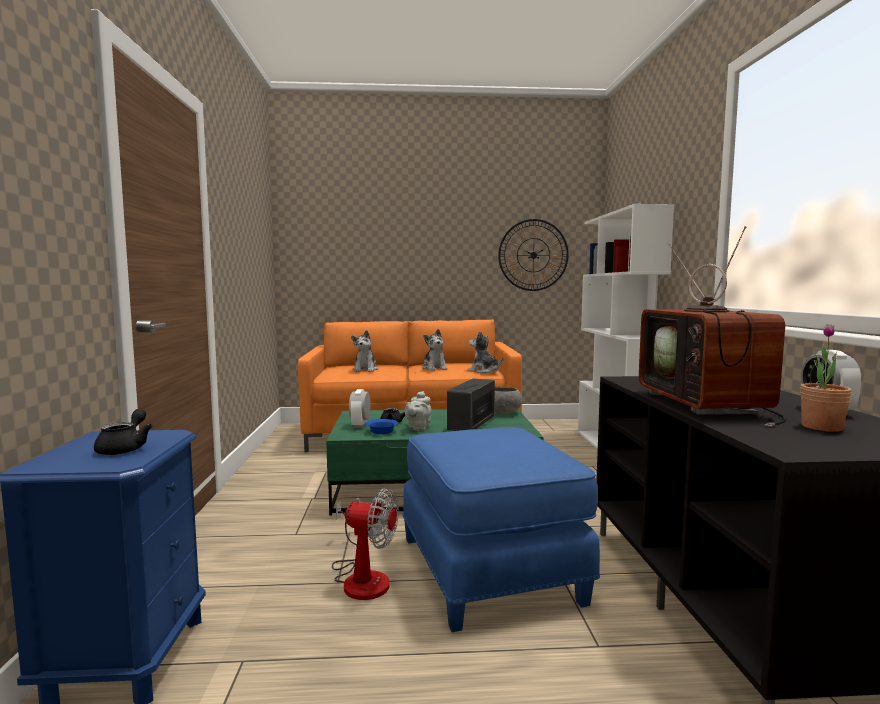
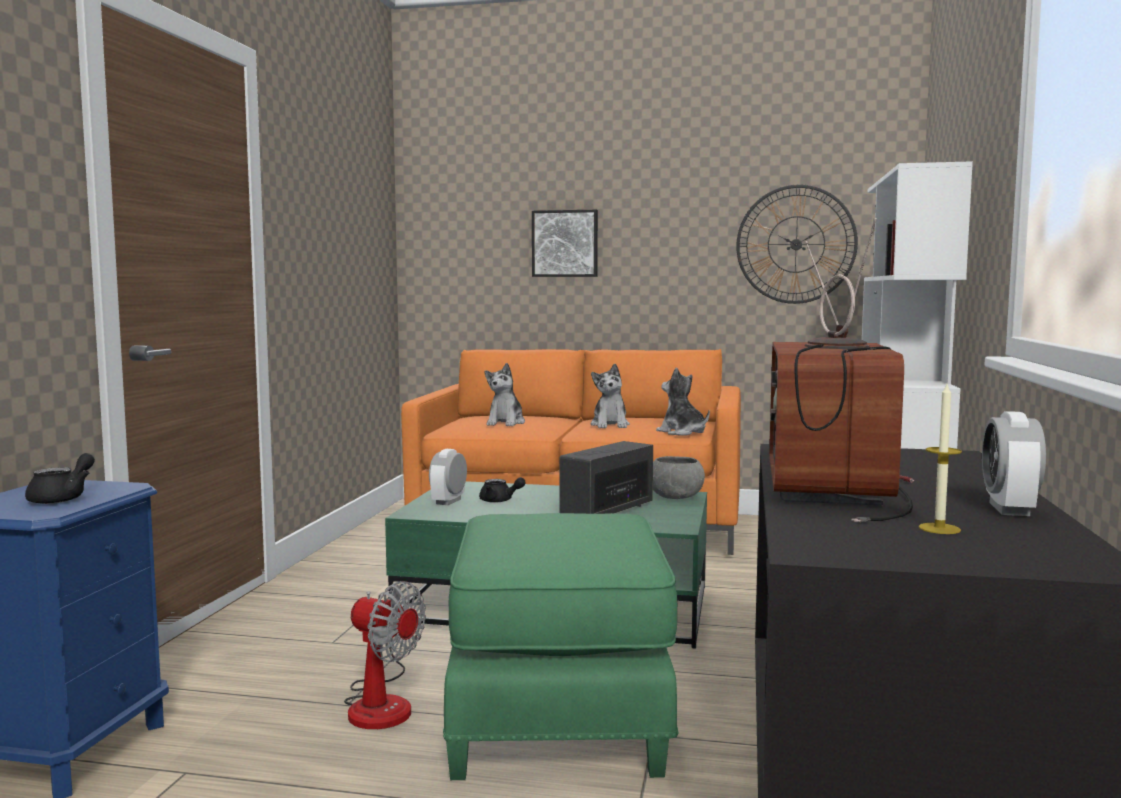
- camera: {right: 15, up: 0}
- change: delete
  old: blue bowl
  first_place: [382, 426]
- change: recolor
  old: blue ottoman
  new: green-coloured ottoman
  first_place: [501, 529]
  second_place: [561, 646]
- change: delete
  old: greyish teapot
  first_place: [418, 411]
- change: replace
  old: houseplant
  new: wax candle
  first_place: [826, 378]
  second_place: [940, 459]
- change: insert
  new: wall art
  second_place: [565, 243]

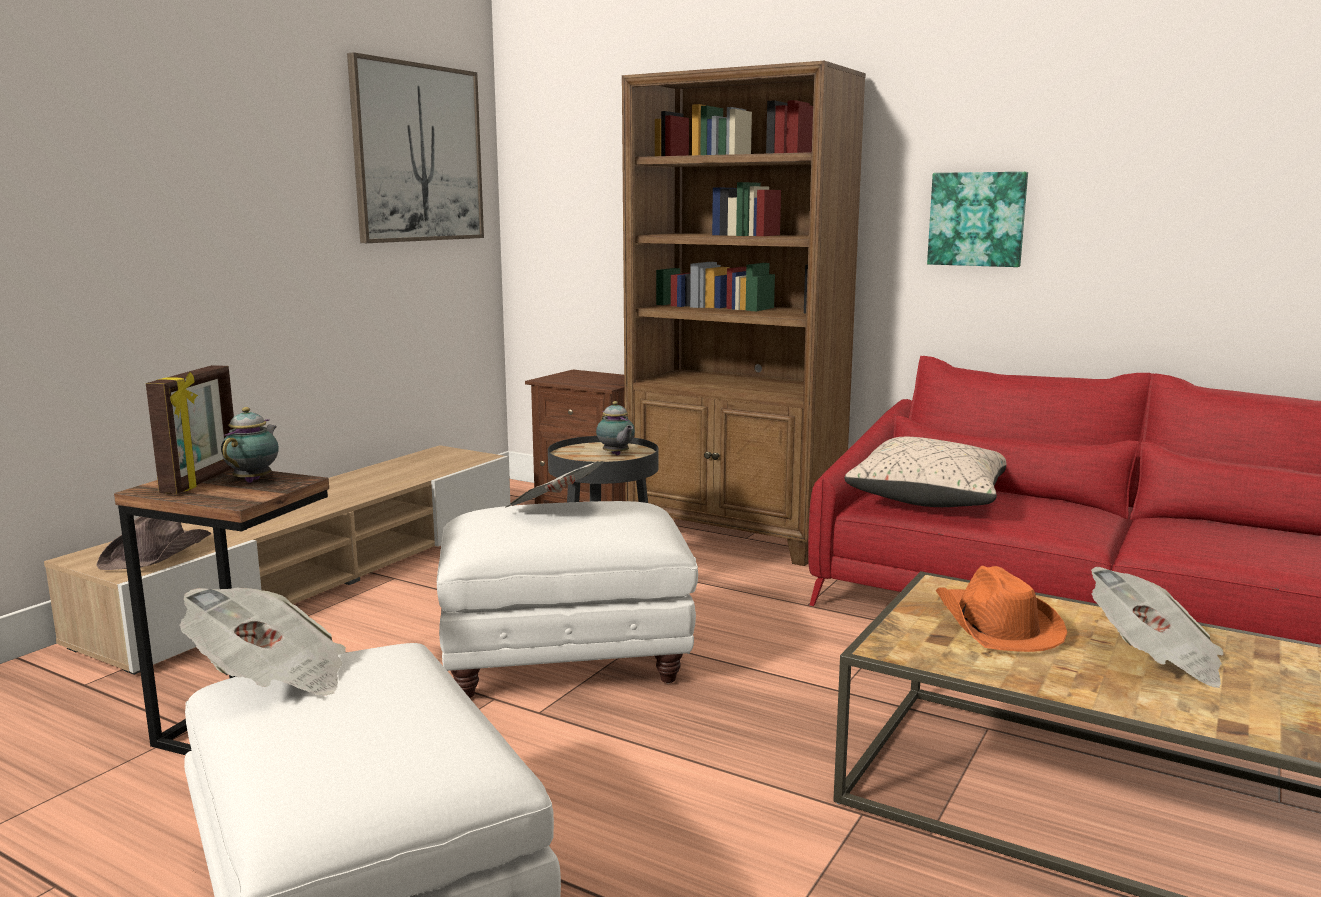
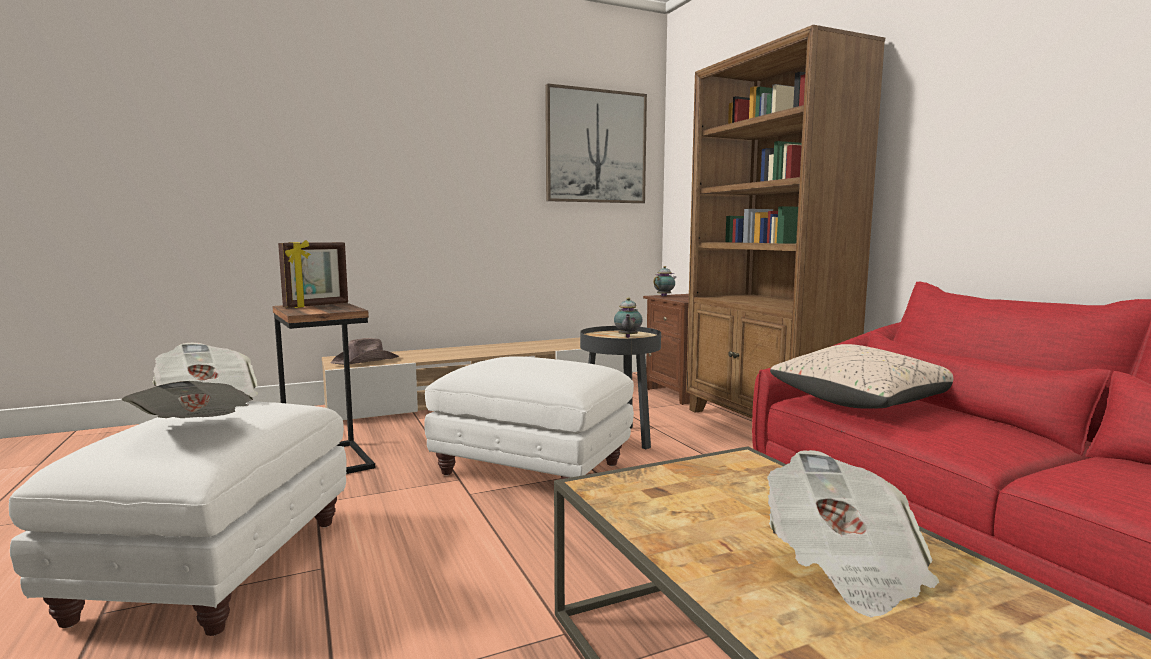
- camera: {right: 35, up: -5}
- change: move
  old: teapot
  first_place: [250, 445]
  second_place: [664, 281]
- change: move
  old: newspaper
  first_place: [555, 484]
  second_place: [187, 399]
- change: delete
  old: wall art
  first_place: [977, 219]
- change: delete
  old: orangey wearable hat
  first_place: [1001, 609]

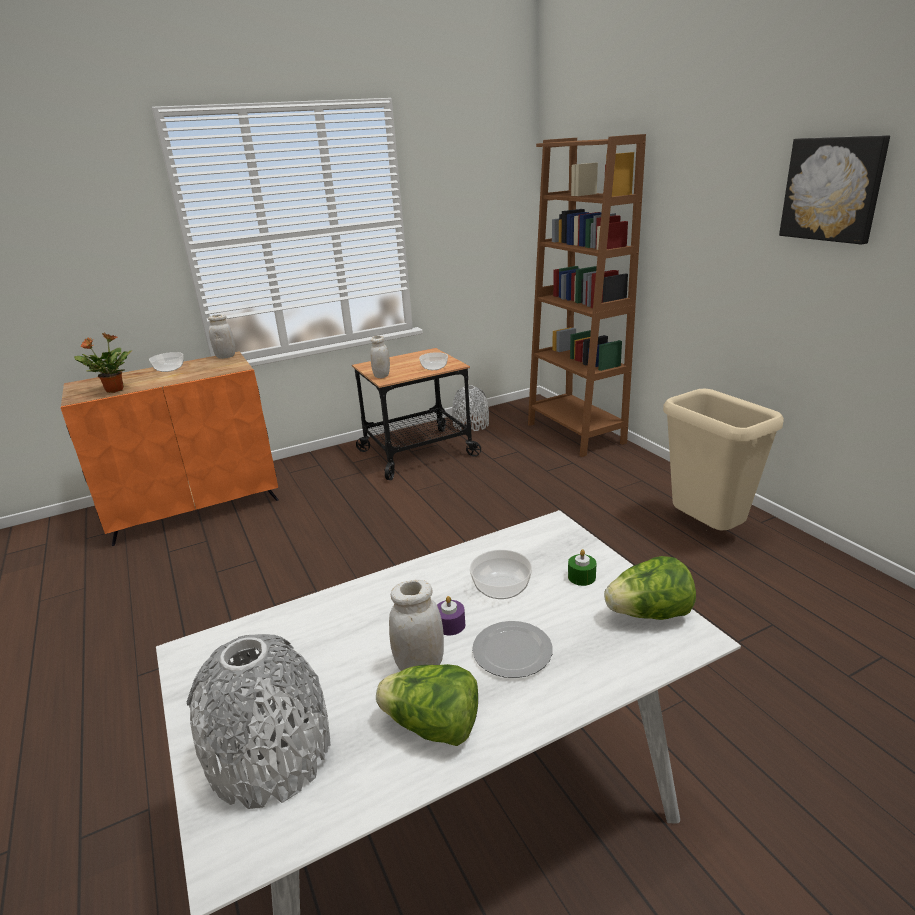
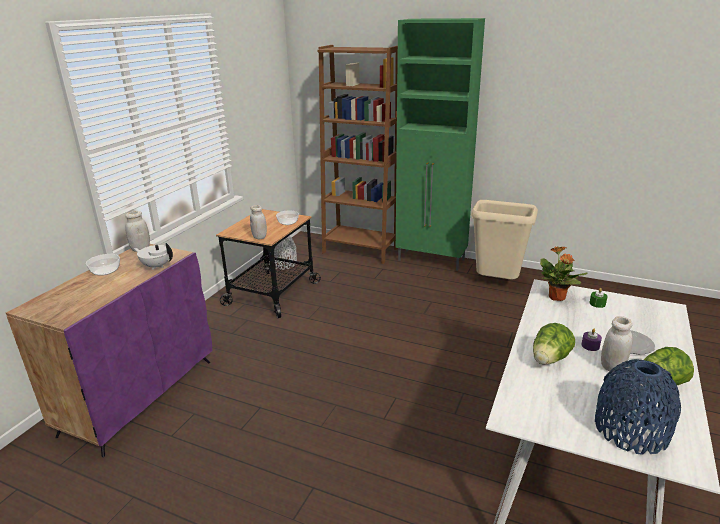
- camera: {right: -40, up: 0}
- change: recolor
  old: orangey storage cabinet
  new: purple-coloured storage cabinet
  first_place: [170, 448]
  second_place: [109, 350]
- change: move
  old: houseplant
  first_place: [103, 362]
  second_place: [564, 273]
- change: recolor
  old: greyish vase
  new: blue vase
  first_place: [259, 721]
  second_place: [638, 407]
- change: delete
  old: bowl
  first_place: [501, 574]
- change: move
  old: lettuce
  first_place: [650, 588]
  second_place: [554, 344]
- change: delete
  old: wall art
  first_place: [834, 190]
- change: insert
  new: whitish teapot
  second_place: [153, 256]
- change: insert
  new: green-coloured storage cabinet
  second_place: [440, 144]

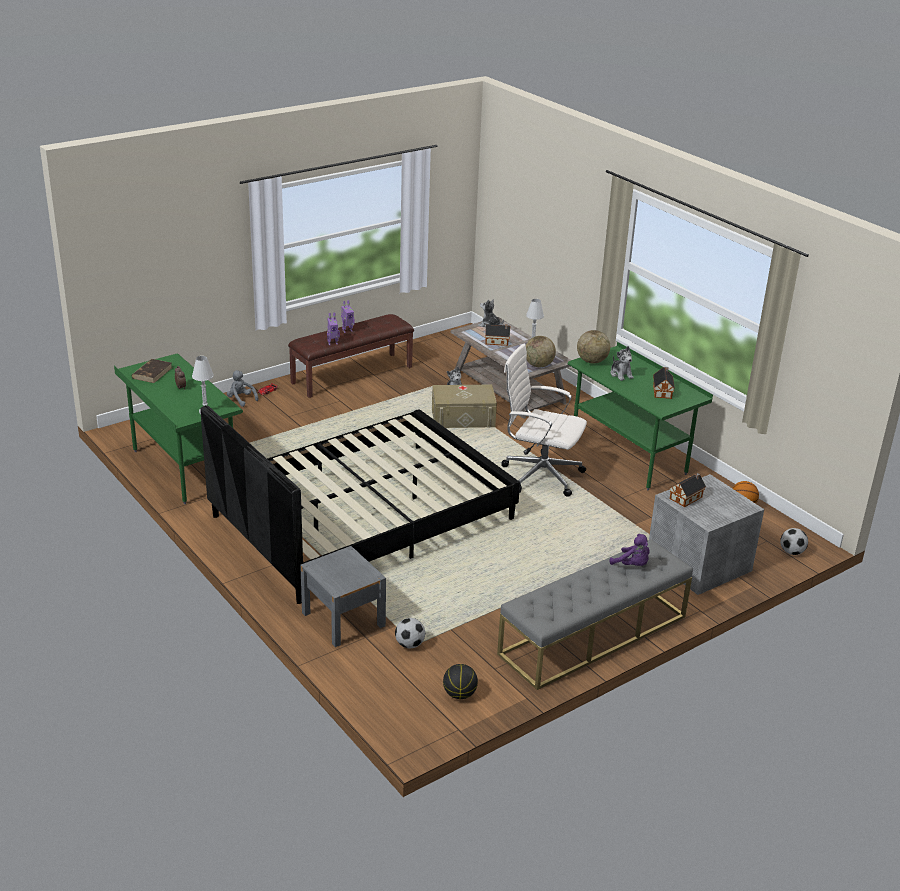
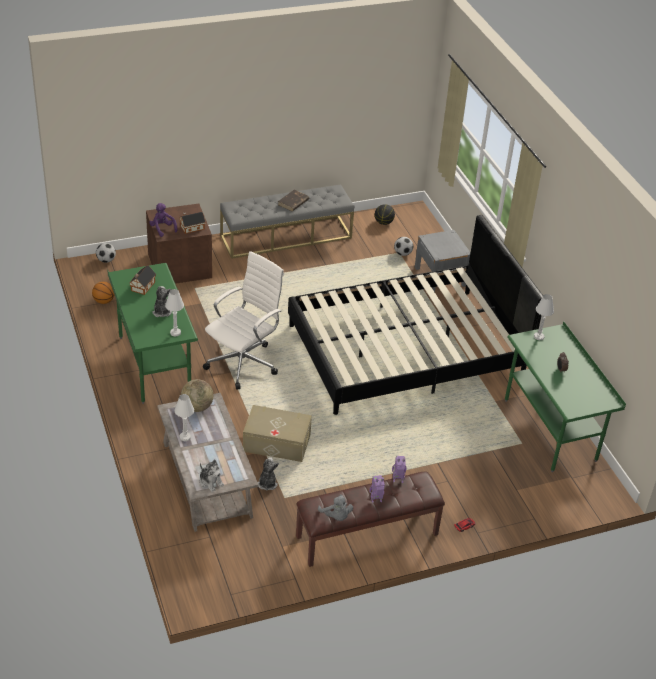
- camera: {right: -165, up: 10}
- change: move
  old: brown book
  first_place: [151, 371]
  second_place: [293, 200]
- change: move
  old: greyish cuddly toy
  first_place: [243, 388]
  second_place: [335, 507]
- change: delete
  old: miniature house
  first_place: [497, 335]
- change: rotate
  old: whitish office chair
  first_place: [544, 420]
  second_place: [243, 320]
  degrees: -90
- change: replace
  old: desk globe
  new: whitish lamp for a table
  first_place: [593, 347]
  second_place: [174, 312]
- change: move
  old: purple-coloured cuddly toy
  first_place: [630, 550]
  second_place: [163, 220]
- change: recolor
  old: greyish storage box
  new: brown storage box
  first_place: [706, 534]
  second_place: [179, 244]

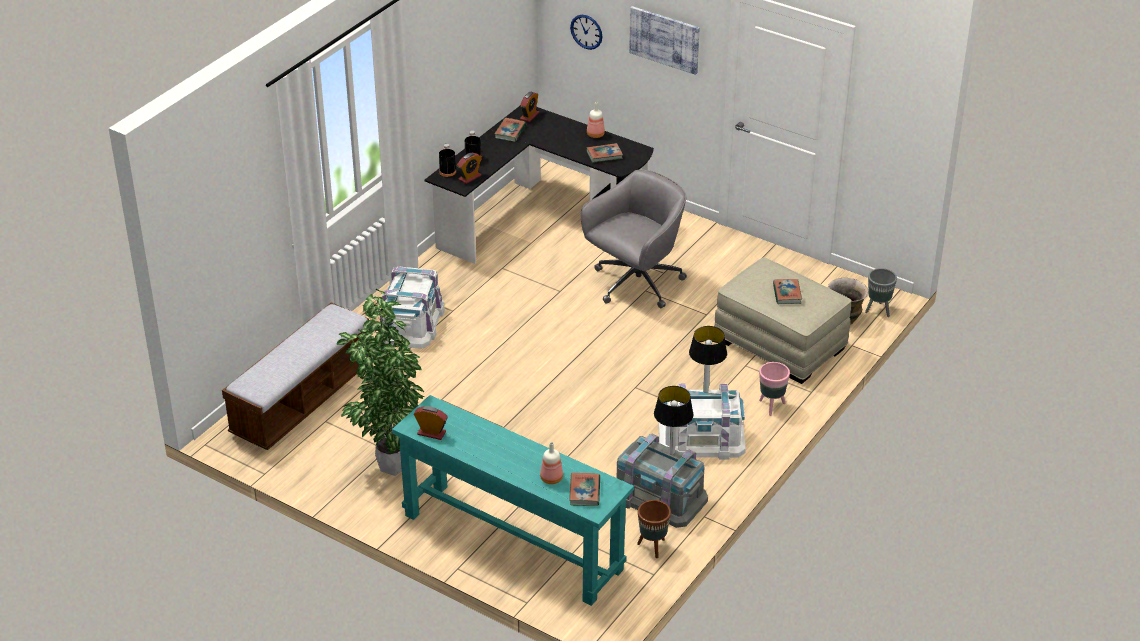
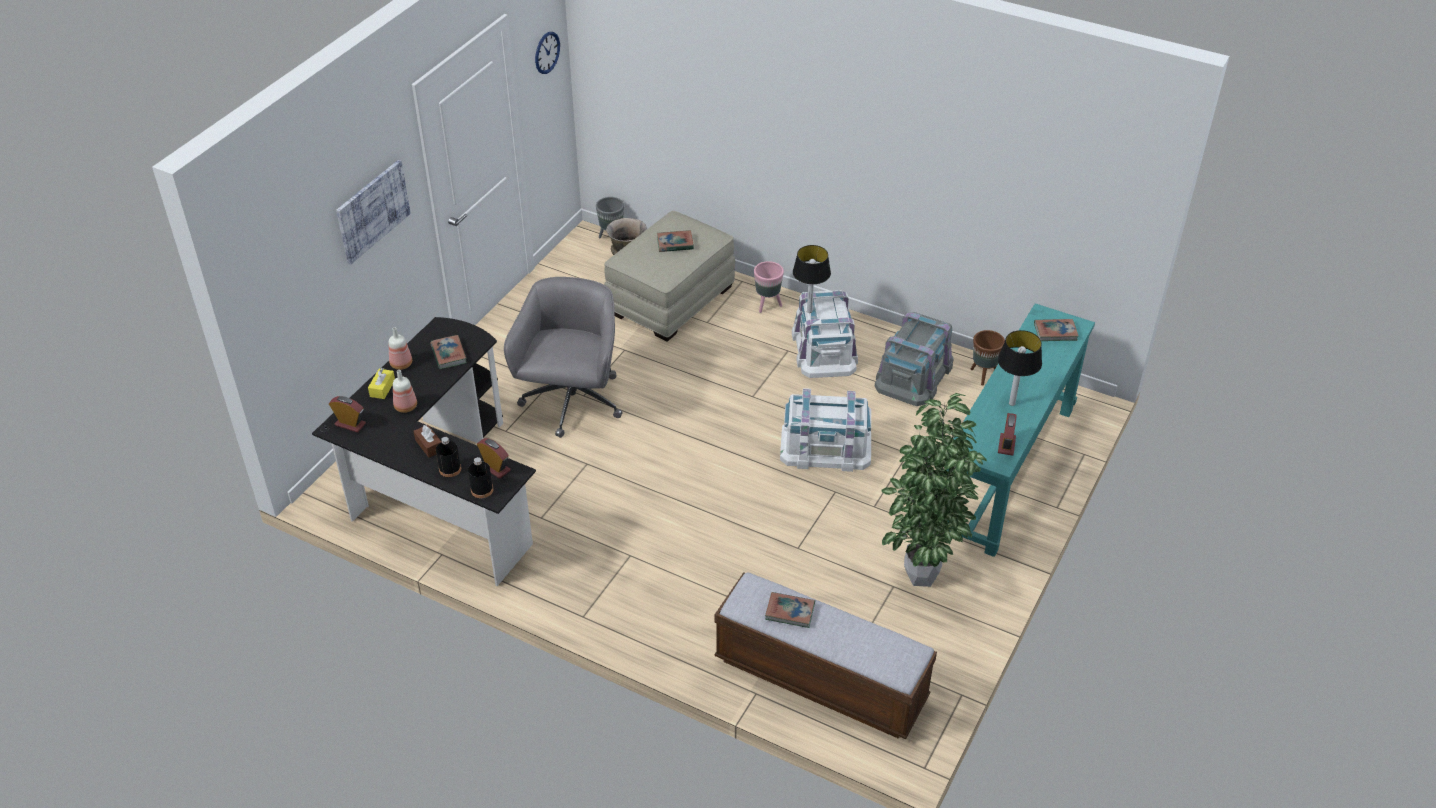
- camera: {right: -95, up: 5}
- change: move
  old: whitish storage box
  first_place: [412, 308]
  second_place: [825, 430]
- change: move
  old: book
  first_place: [510, 130]
  second_place: [790, 610]
- change: move
  old: beverage bottle
  first_place: [551, 463]
  second_place: [405, 391]
- change: move
  old: hanging clock
  first_place: [586, 32]
  second_place: [547, 53]
- change: rotate
  old: greyish office chair
  first_place: [634, 238]
  second_place: [563, 357]
  degrees: 60
- change: move
  old: lamp for a table
  first_place: [674, 420]
  second_place: [1020, 368]
- change: insert
  new: yellowish box of tissues
  second_place: [381, 383]
- change: insert
  new: brown box of tissues
  second_place: [427, 441]

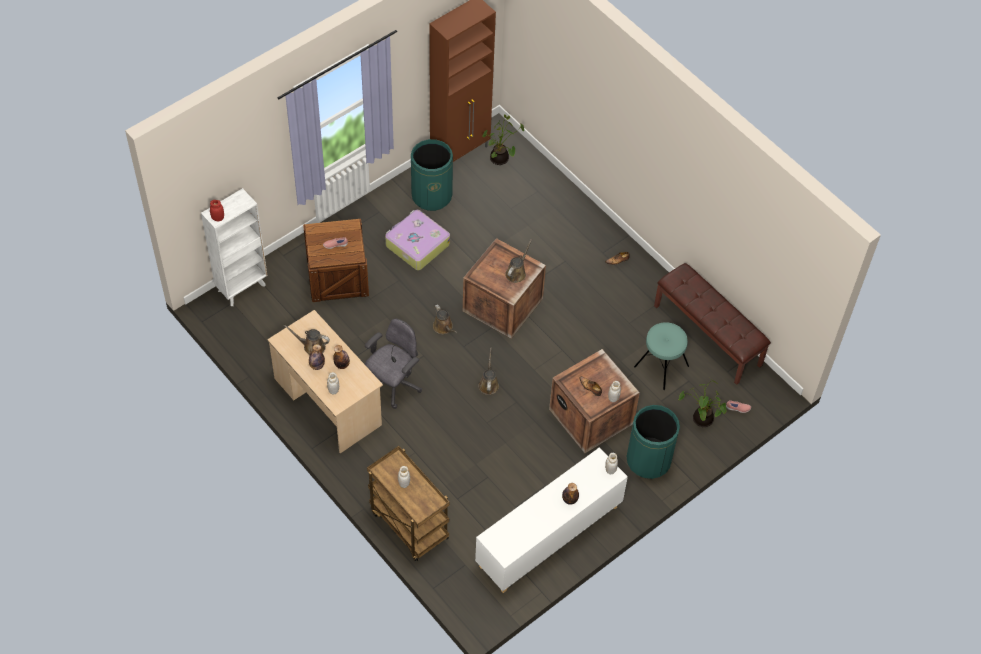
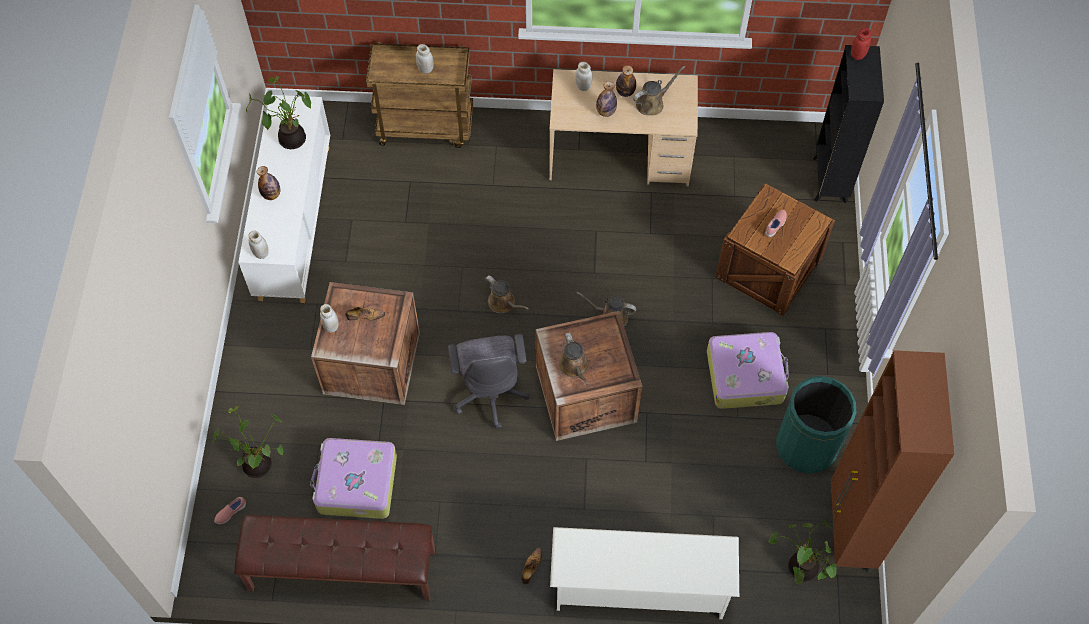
- camera: {right: 135, up: 5}
- change: recolor
  old: whitish shelving unit
  new: blackish shelving unit
  first_place: [234, 247]
  second_place: [848, 124]
- change: move
  old: greyish office chair
  first_place: [393, 363]
  second_place: [489, 381]
- change: delete
  old: green-coloured waste bin
  first_place: [653, 442]
- change: replace
  old: turquoise-coloured stool seat
  new: suitcase
  first_place: [661, 356]
  second_place: [353, 478]
- change: insert
  new: houseplant
  second_place: [278, 112]
- change: insert
  new: whitish shoe rack
  second_place: [644, 573]

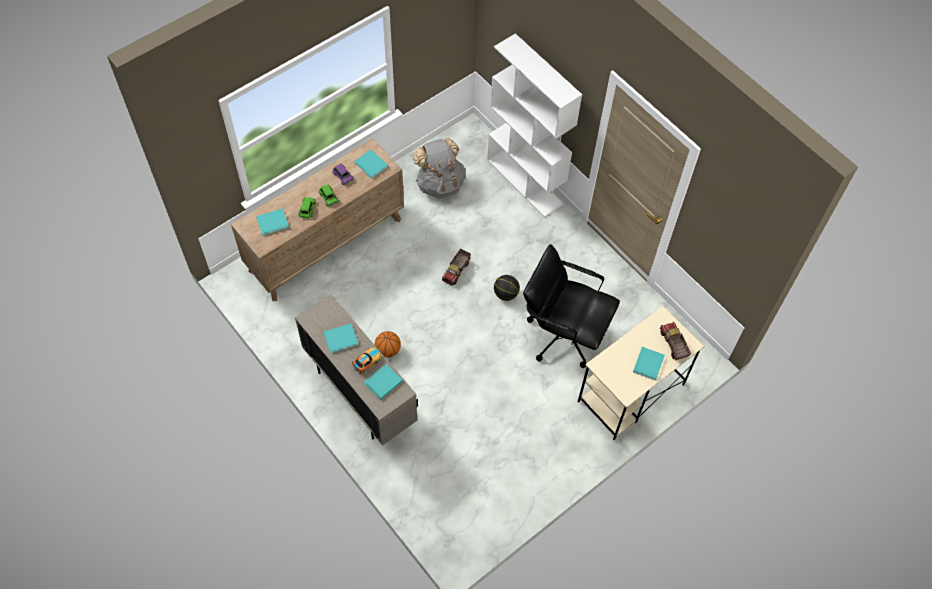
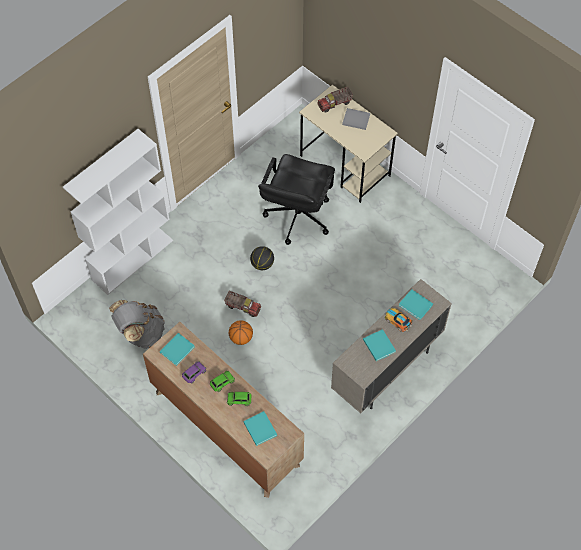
- camera: {right: -95, up: 0}
- change: move
  old: ball for basketball
  first_place: [388, 344]
  second_place: [241, 333]
- change: recolor
  old: turquoise-coloured book
  new: greyish book
  first_place: [649, 364]
  second_place: [356, 119]

